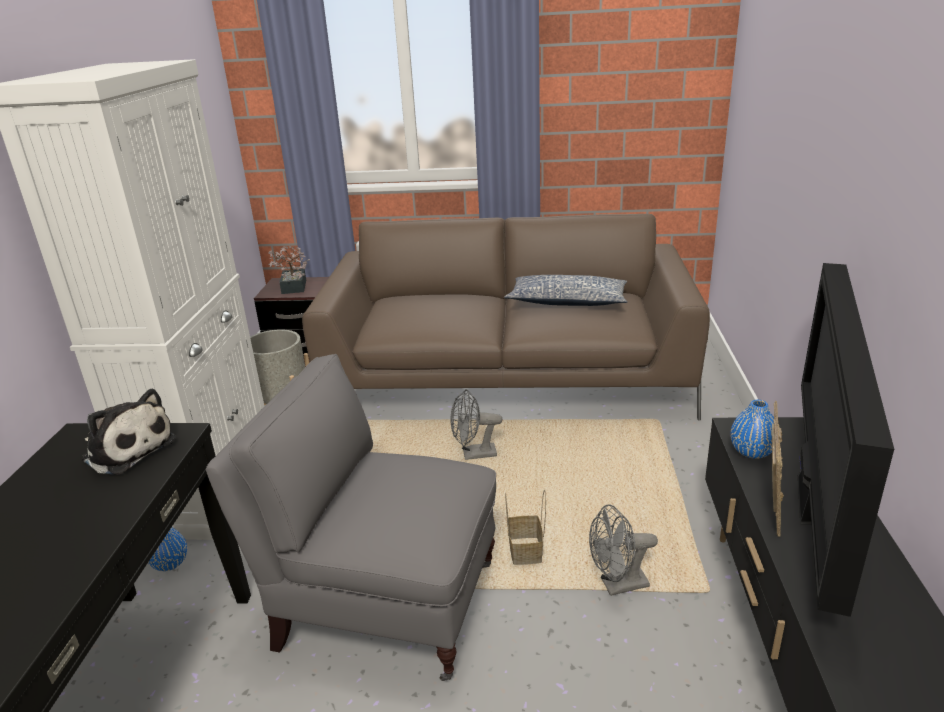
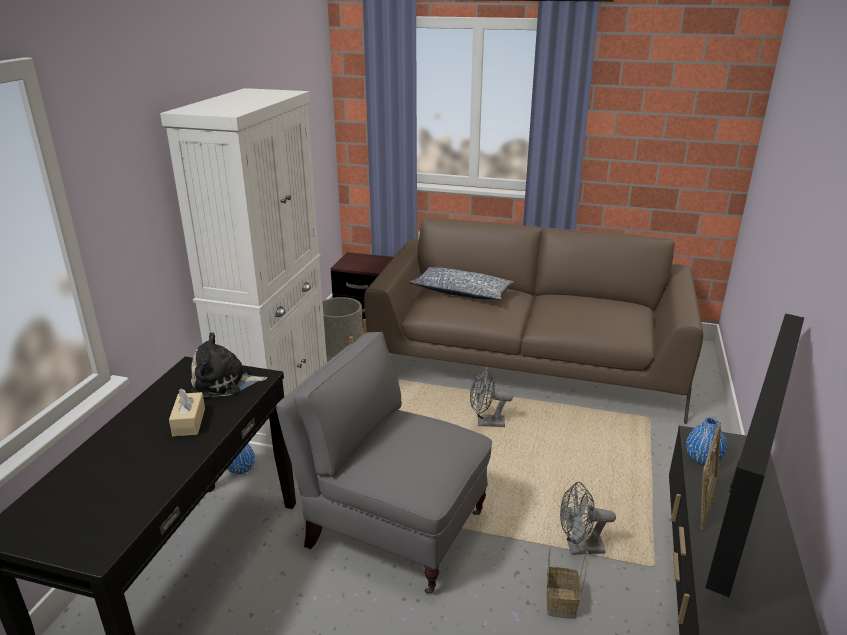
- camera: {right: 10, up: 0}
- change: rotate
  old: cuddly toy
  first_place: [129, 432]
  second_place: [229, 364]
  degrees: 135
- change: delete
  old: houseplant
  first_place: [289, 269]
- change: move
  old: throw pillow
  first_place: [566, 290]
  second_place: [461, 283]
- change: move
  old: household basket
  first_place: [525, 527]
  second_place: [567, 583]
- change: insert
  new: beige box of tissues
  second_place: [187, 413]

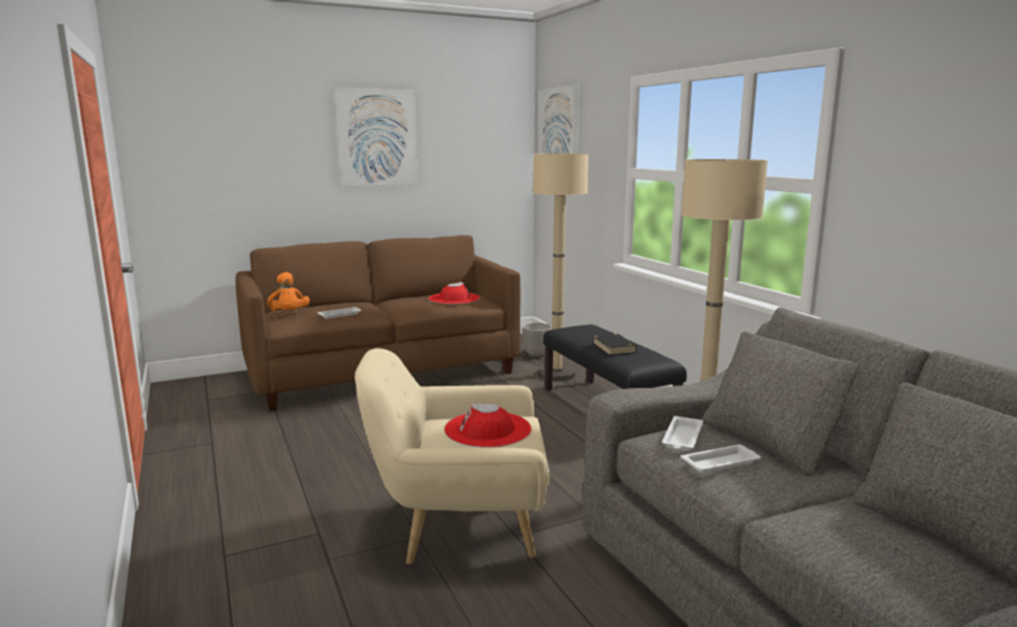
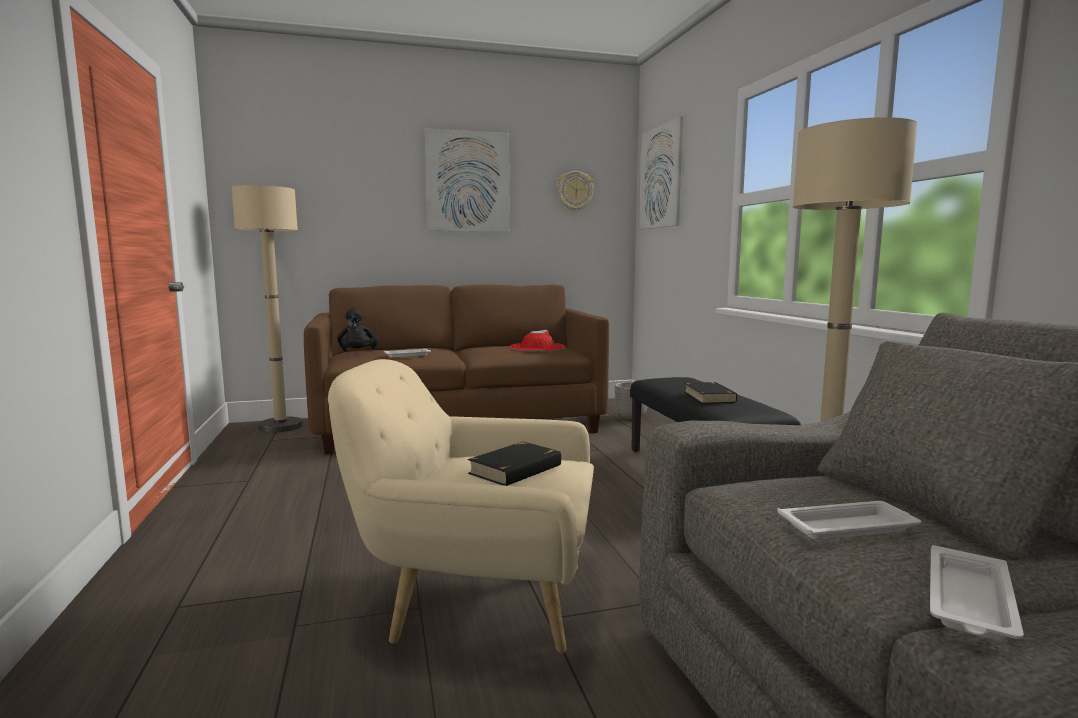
- camera: {right: 10, up: -5}
- change: recolor
  old: orangey cuddly toy
  new: blackish cuddly toy
  first_place: [288, 291]
  second_place: [358, 330]
- change: replace
  old: reddish wearable hat
  new: blackish book
  first_place: [487, 425]
  second_place: [514, 464]
- change: move
  old: beige standard lamp
  first_place: [560, 267]
  second_place: [267, 309]
- change: move
  old: whitish tray
  first_place: [682, 433]
  second_place: [977, 593]
- change: insert
  new: hanging clock
  second_place: [575, 191]

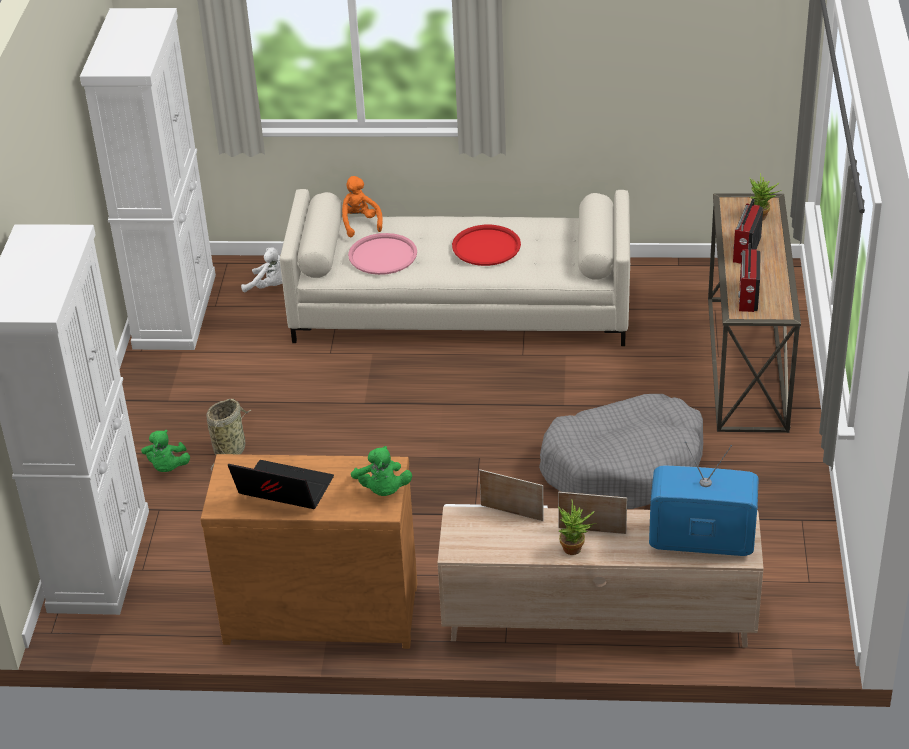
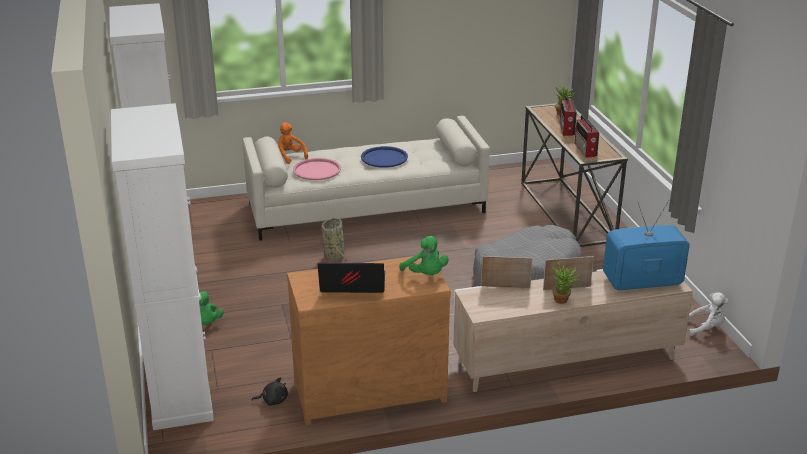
- camera: {right: -20, up: -10}
- change: move
  old: household basket
  first_place: [229, 435]
  second_place: [335, 240]
- change: move
  old: whitish cuddly toy
  first_place: [261, 270]
  second_place: [708, 314]
- change: recolor
  old: reddish tray
  new: blue tray
  first_place: [486, 245]
  second_place: [384, 157]
- change: insert
  new: blackish cuddly toy
  second_place: [270, 391]

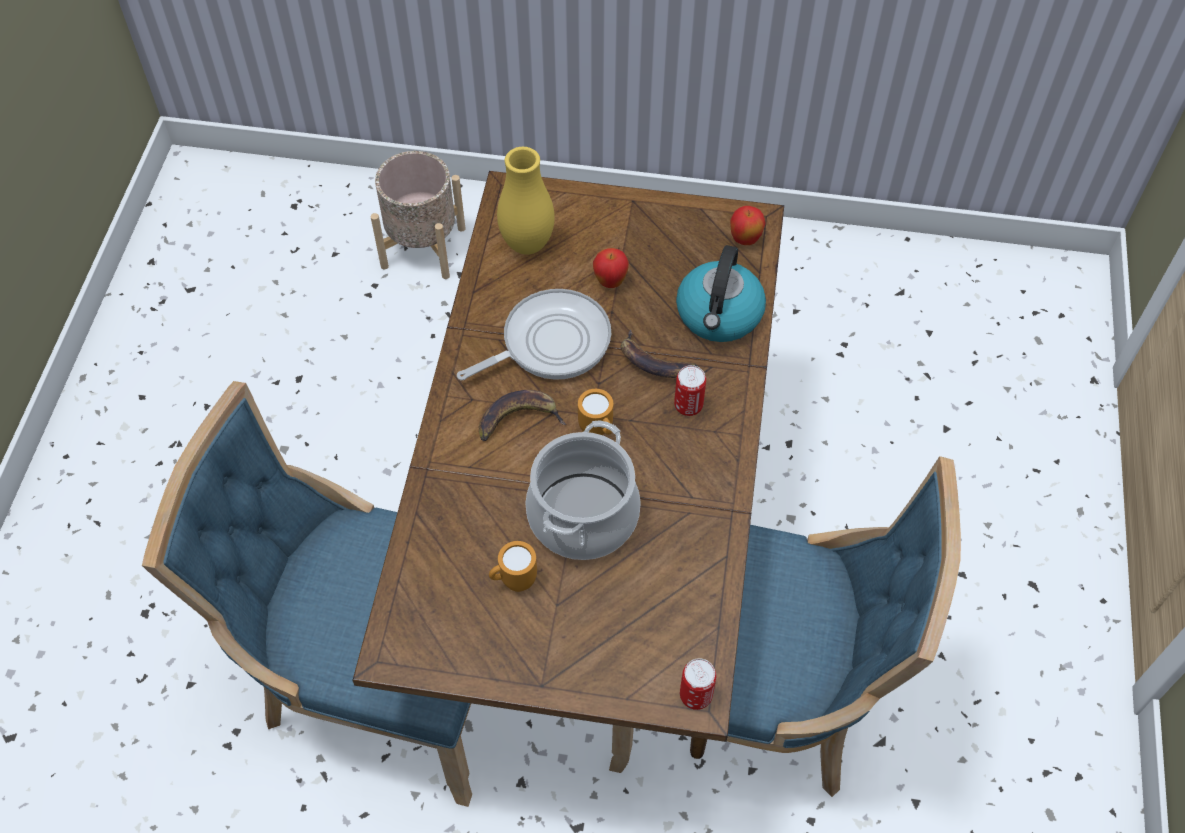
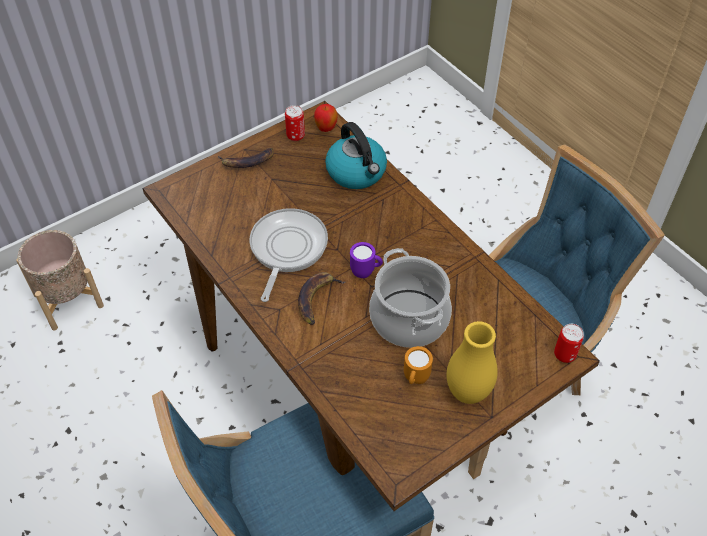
- camera: {right: -45, up: -5}
- change: move
  old: yellowish vase
  first_place: [526, 201]
  second_place: [472, 362]
- change: recolor
  old: orangey coffee mug
  new: purple-coloured coffee mug
  first_place: [595, 412]
  second_place: [366, 260]
- change: delete
  old: apple
  first_place: [611, 268]
- change: move
  old: banana fruit
  first_place: [659, 353]
  second_place: [246, 158]
- change: move
  old: metal can
  first_place: [690, 390]
  second_place: [295, 123]

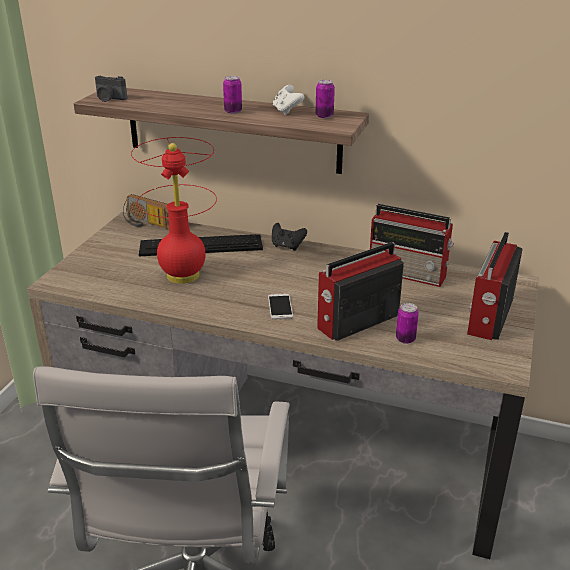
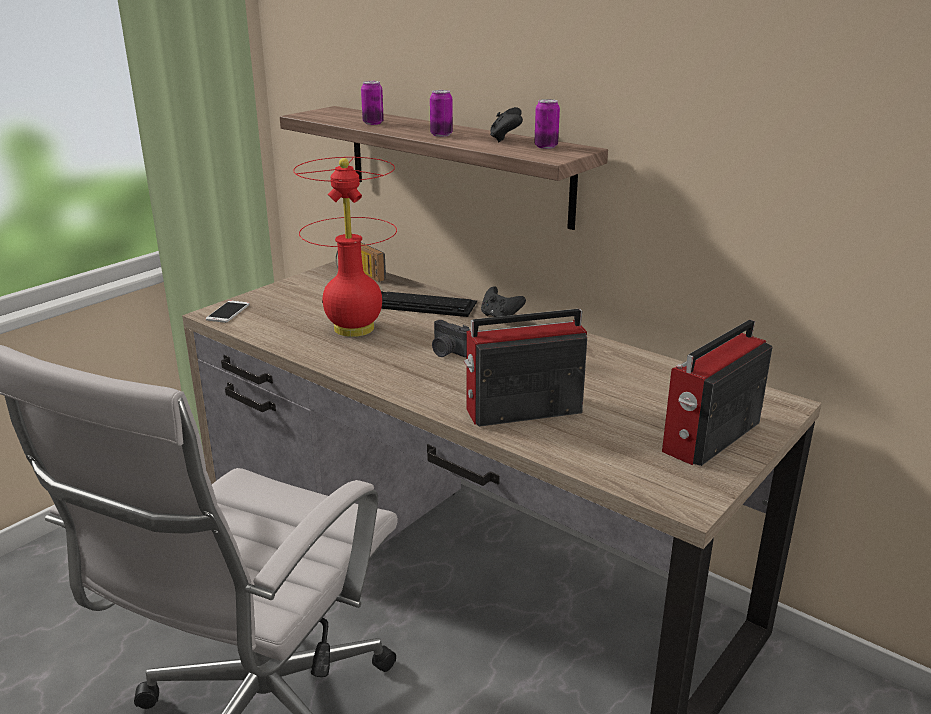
- camera: {right: 20, up: -5}
- change: move
  old: photo camera
  first_place: [111, 89]
  second_place: [450, 338]
- change: move
  old: telephone
  first_place: [280, 306]
  second_place: [228, 311]
- change: recolor
  old: whitish game controller
  new: blackish game controller
  first_place: [288, 100]
  second_place: [506, 124]
- change: delete
  old: radio
  first_place: [411, 245]
- change: move
  old: metal can
  first_place: [407, 323]
  second_place: [372, 103]

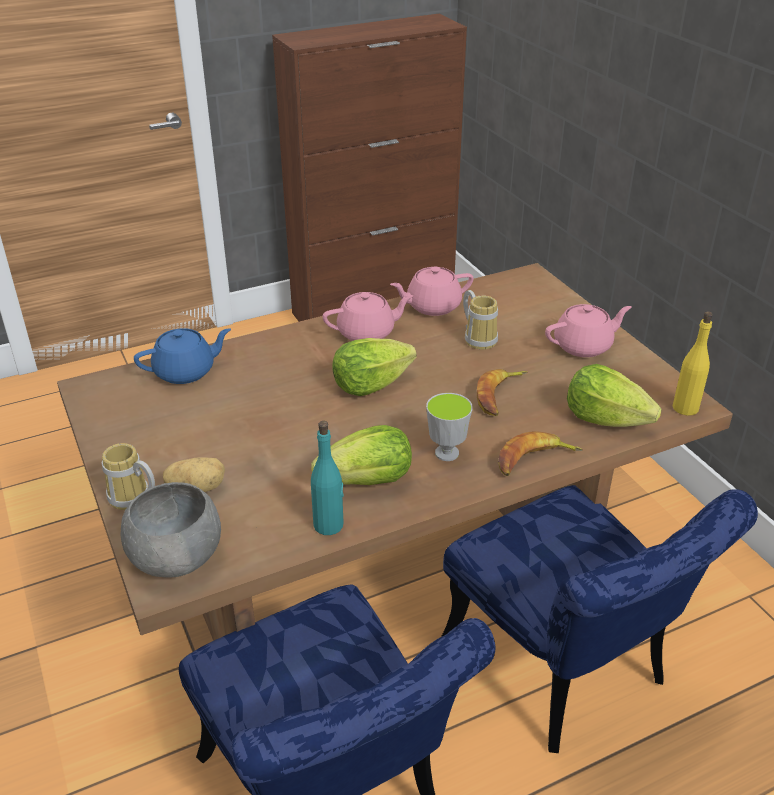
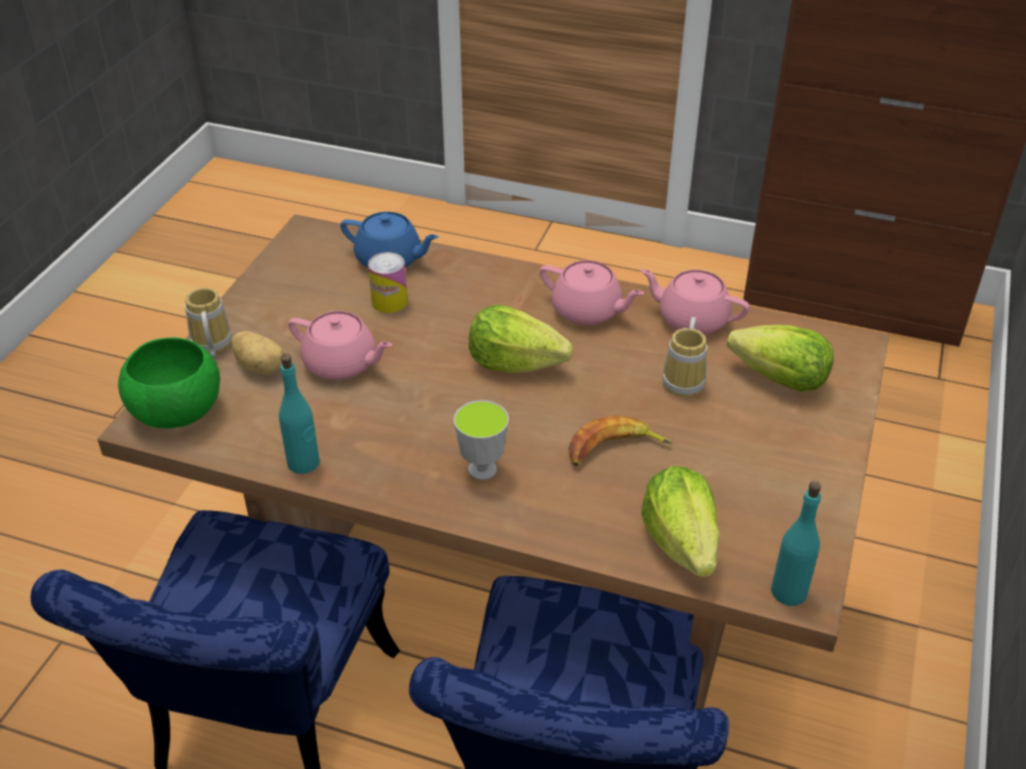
- camera: {right: 45, up: 5}
- change: recolor
  old: greyish bowl
  new: green-coloured bowl
  first_place: [170, 530]
  second_place: [169, 383]
- change: move
  old: lettuce
  first_place: [361, 455]
  second_place: [780, 358]
- change: delete
  old: banana fruit
  first_place: [540, 453]
- change: move
  old: pinkish teapot
  first_place: [588, 330]
  second_place: [340, 345]
- change: recolor
  old: yellowish beverage bottle
  new: turquoise-coloured beverage bottle
  first_place: [693, 363]
  second_place: [796, 543]
- change: insert
  new: metal can
  second_place: [388, 282]

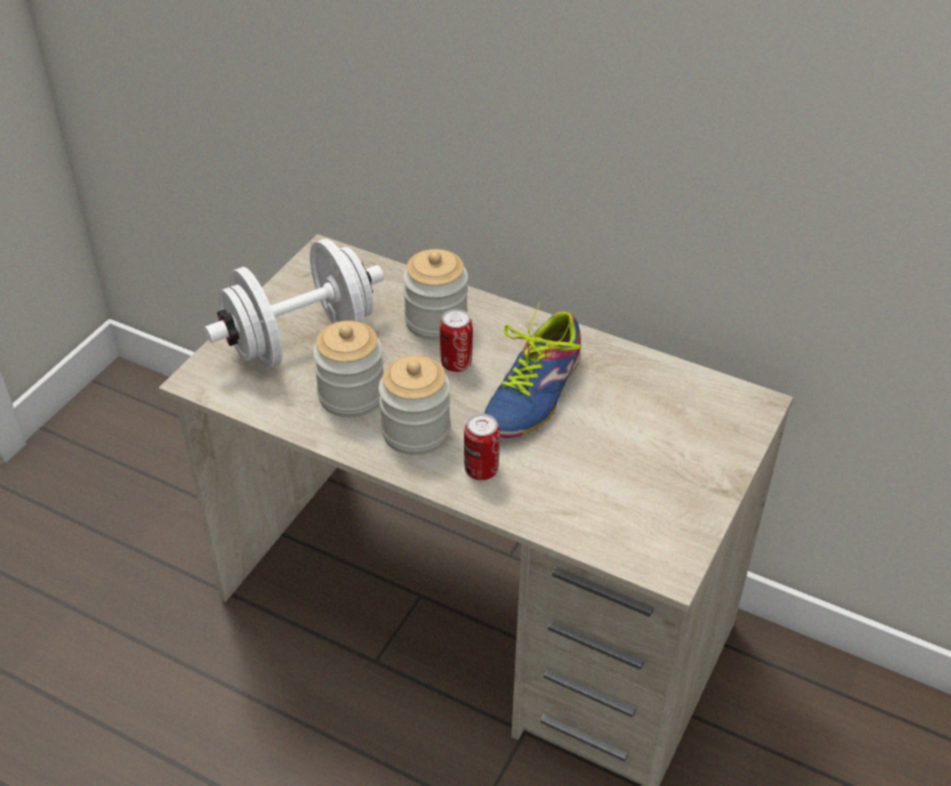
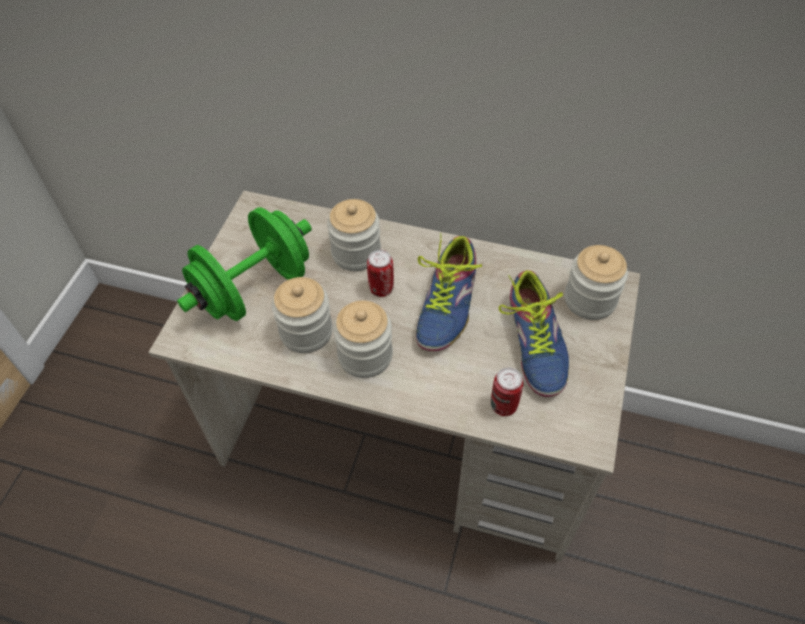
- camera: {right: -10, up: 10}
- change: recolor
  old: whitish hand weight
  new: green-coloured hand weight
  first_place: [294, 303]
  second_place: [244, 264]
- change: move
  old: metal can
  first_place: [482, 446]
  second_place: [507, 391]
- change: insert
  new: low shoe
  second_place: [533, 333]
- change: insert
  new: storage jar
  second_place: [596, 282]

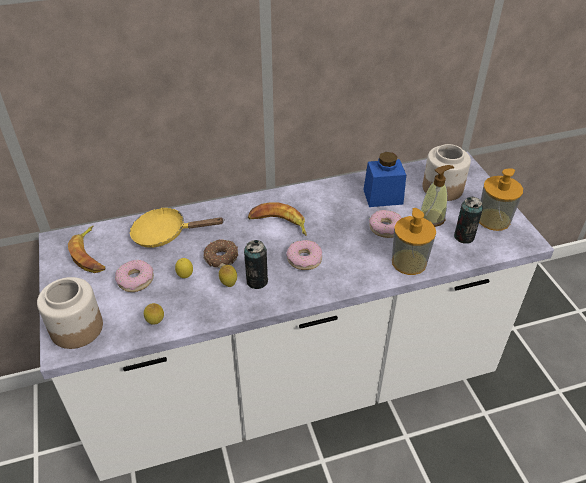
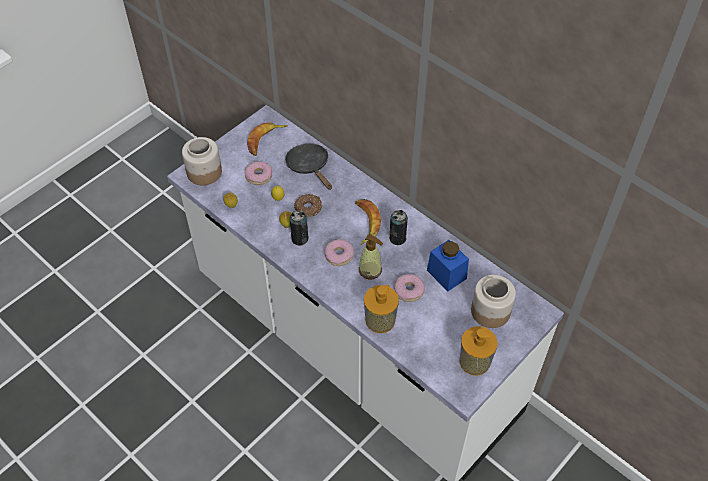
- camera: {right: 60, up: 10}
- change: recolor
  old: yellowish pan
  new: blackish pan
  first_place: [177, 227]
  second_place: [308, 166]
- change: move
  old: soap bottle
  first_place: [438, 196]
  second_place: [371, 256]
- change: move
  old: metal can
  first_place: [468, 220]
  second_place: [399, 227]

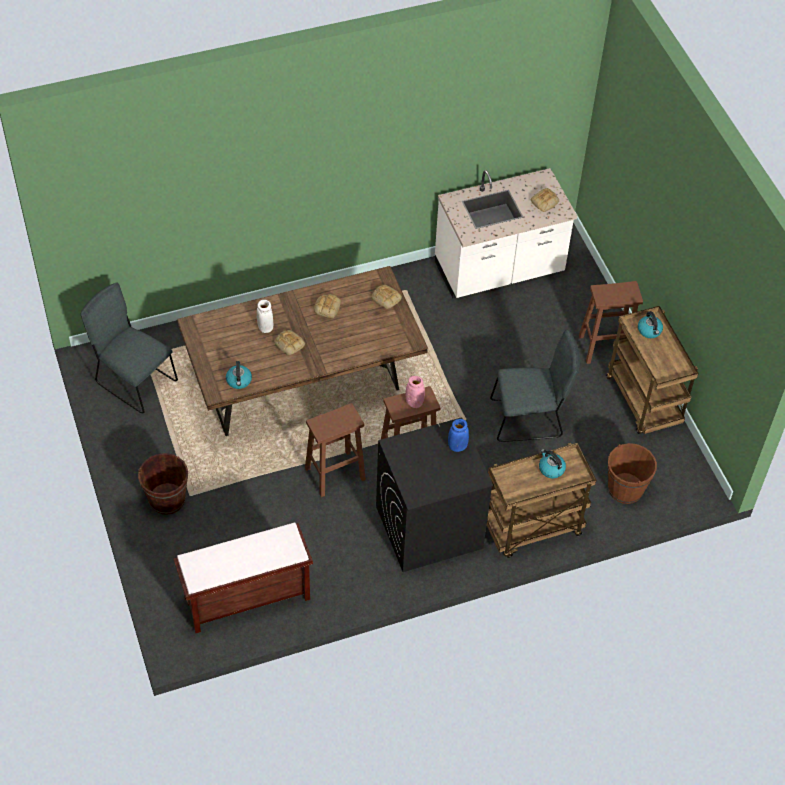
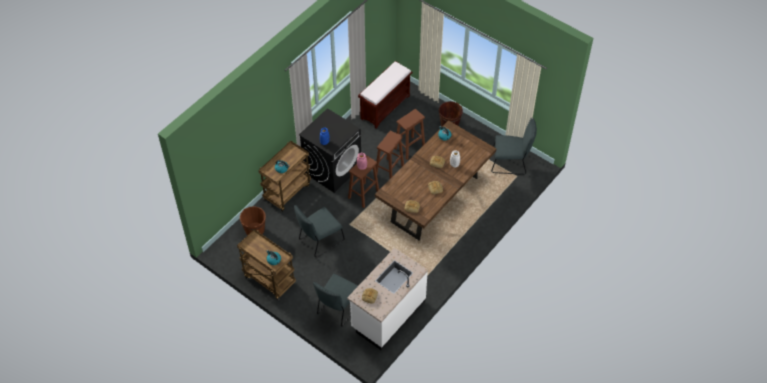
- camera: {right: 150, up: 0}
- change: move
  old: brown stool seat
  first_place: [611, 322]
  second_place: [410, 134]
- change: insert
  new: greyish plain chair
  second_place: [335, 300]

